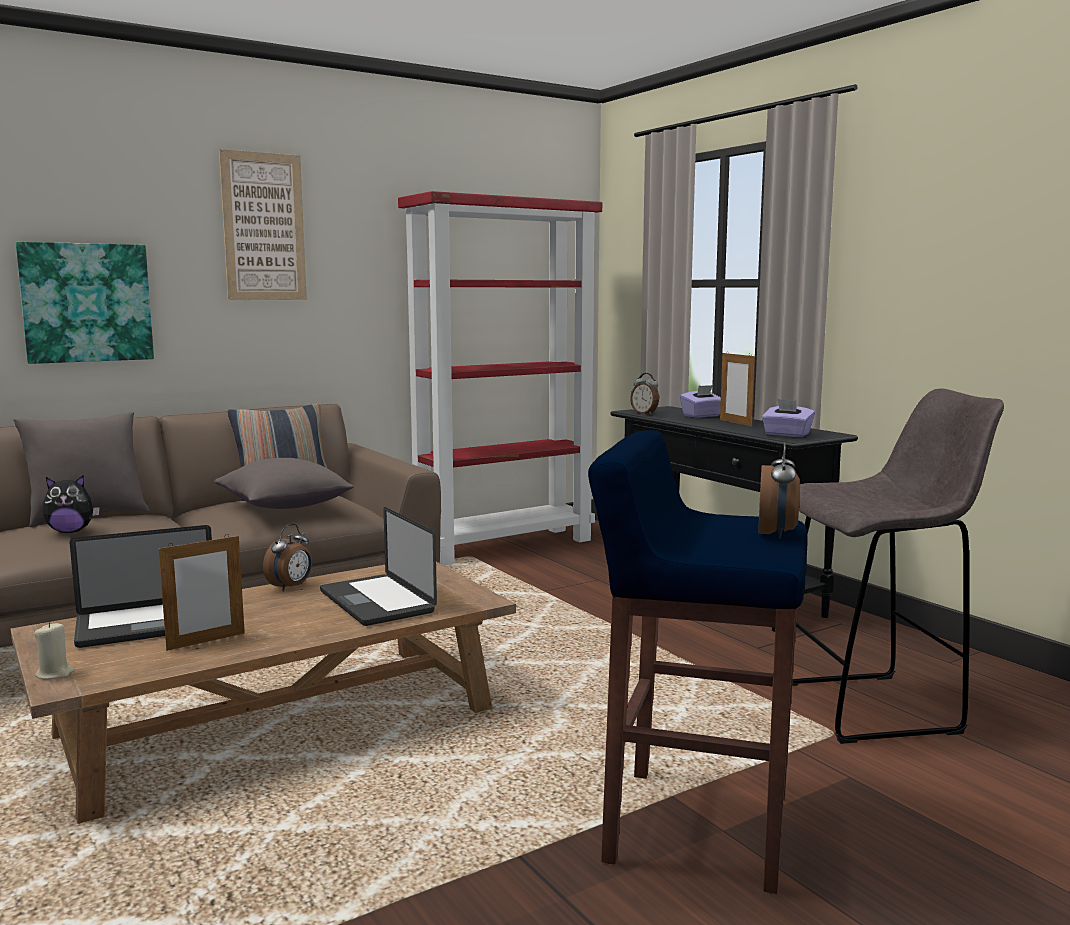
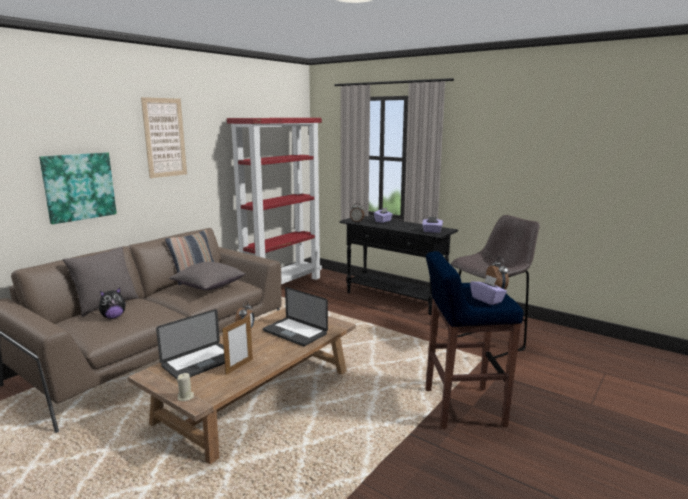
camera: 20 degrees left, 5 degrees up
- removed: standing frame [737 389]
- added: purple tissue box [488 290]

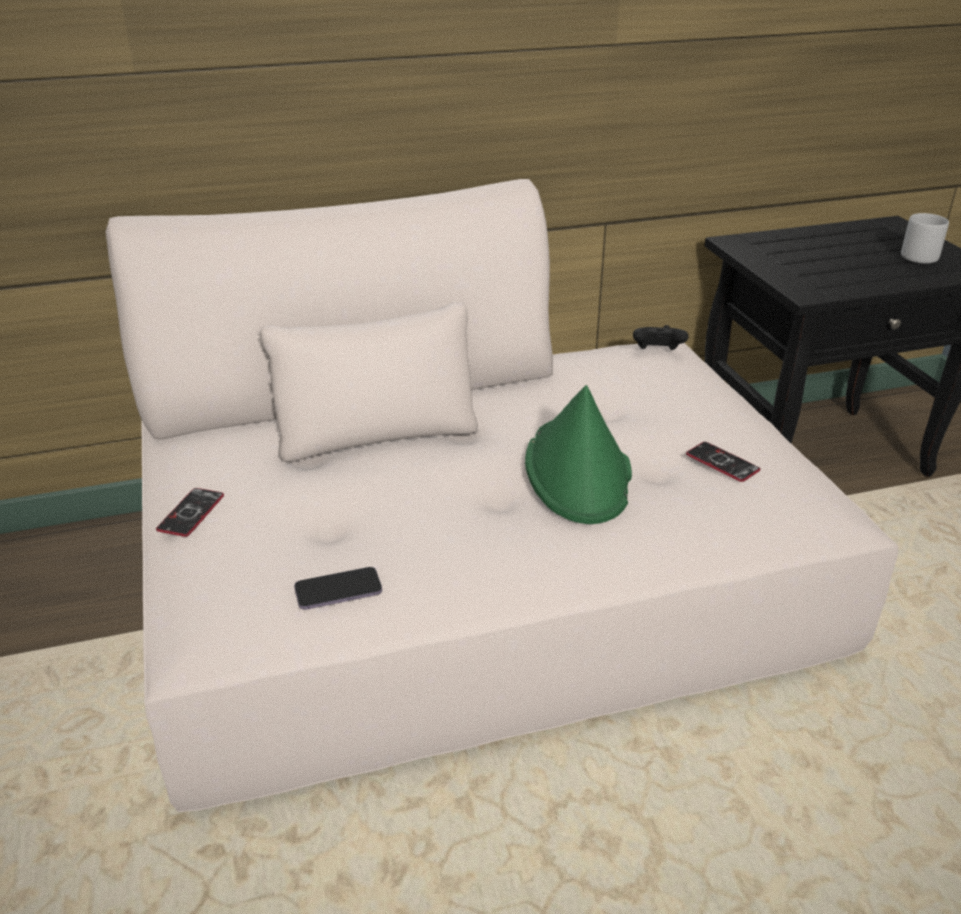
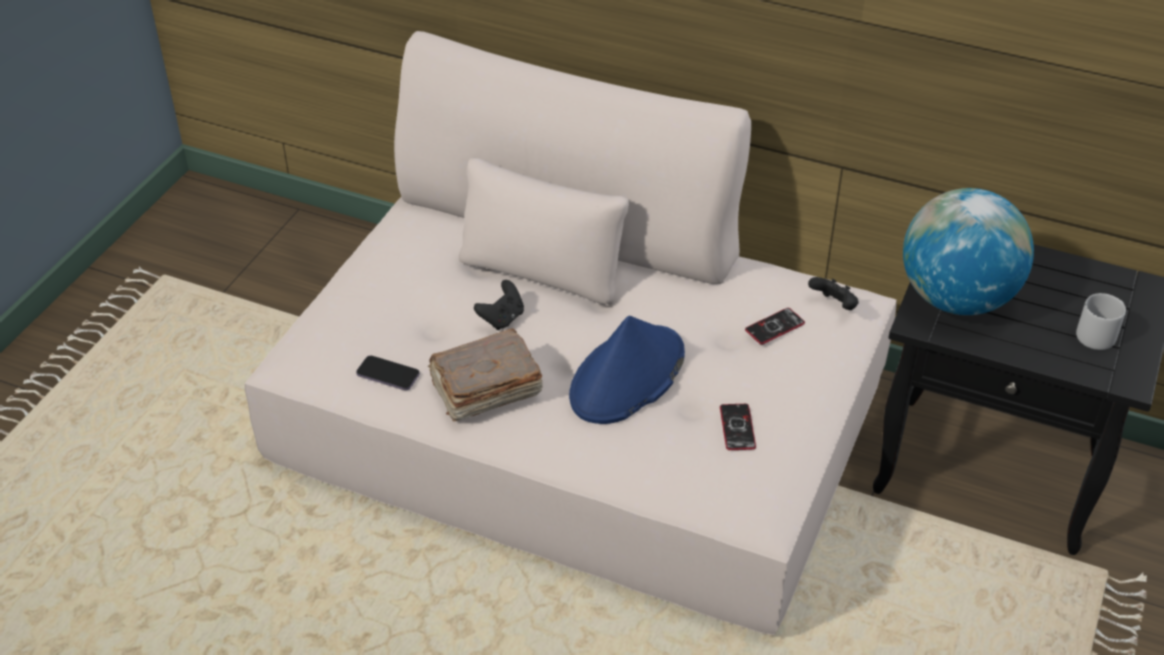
camera: 40 degrees right, 10 degrees up
- moved: telephone [190 512] to [775 326]
- recoloured: green-coloured clothing hat [578 454] to blue-coloured clothing hat [627 369]
- added: brownish volume [485 375]
- added: black-coloured game controller [499 305]
- added: globe [968 251]

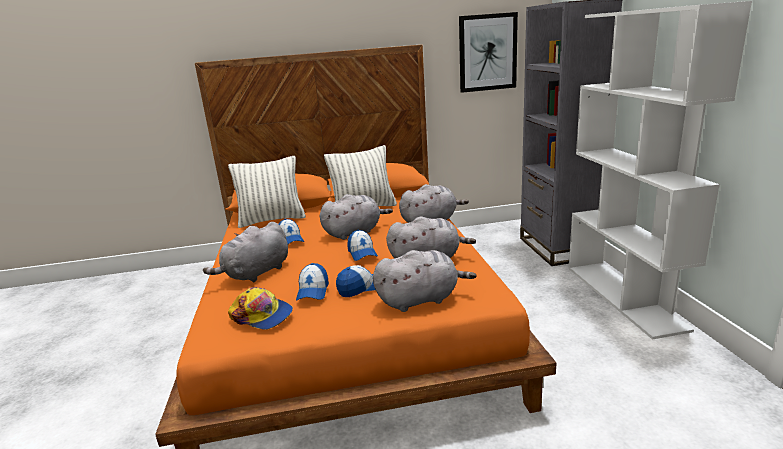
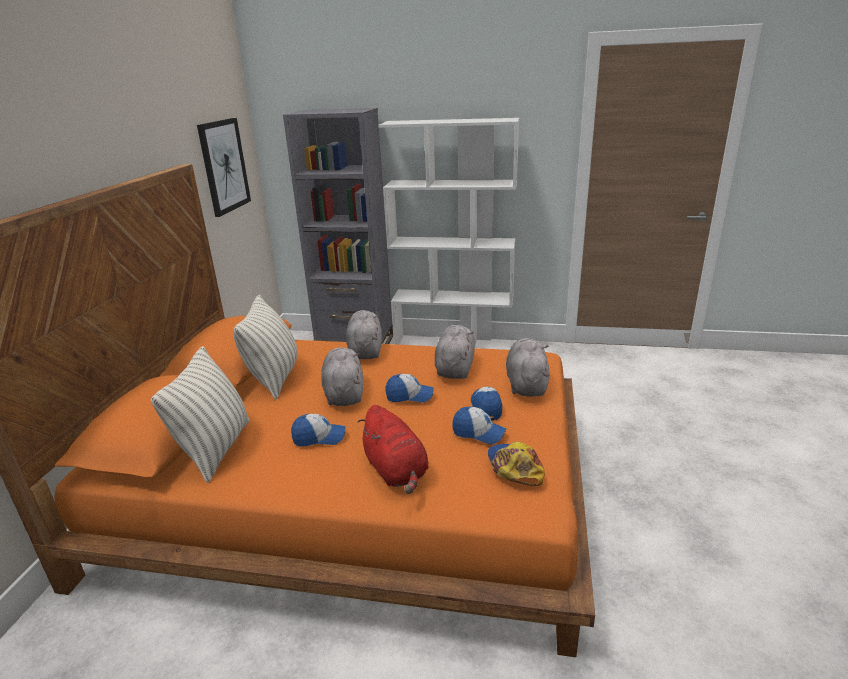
camera: 70 degrees left, 5 degrees up
- recoloured: greyish cuddly toy [245 252] to red cuddly toy [393 449]
- turned: cap [260 308] = [516 464] 60 degrees counterclockwise

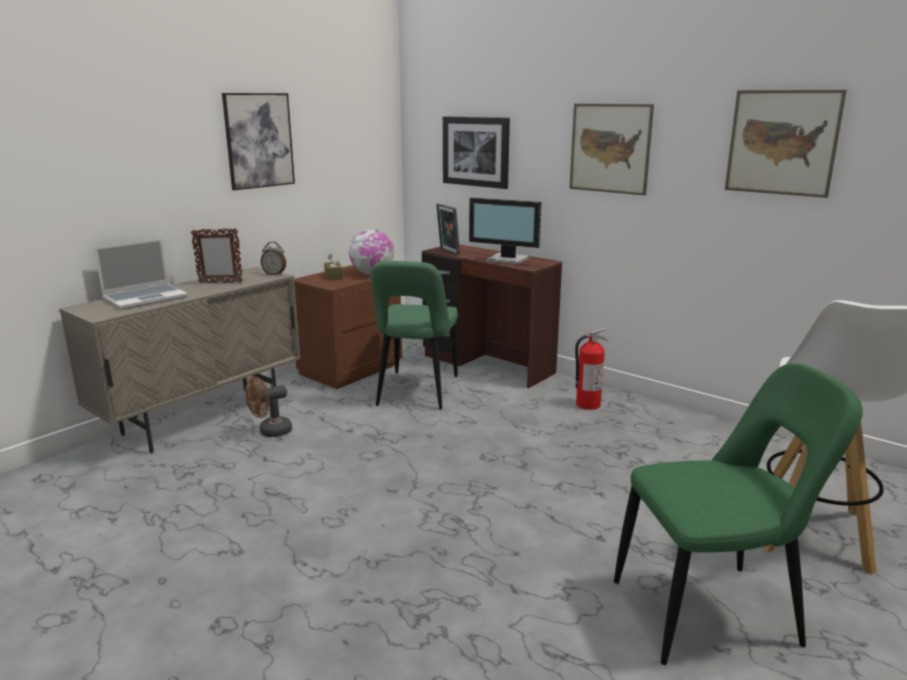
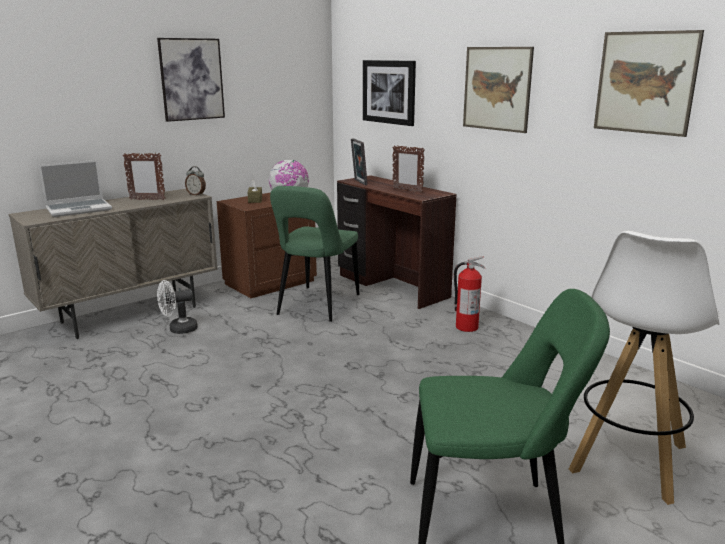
camera: 10 degrees right, 0 degrees up
- recoloured: brownish electric fan [268 406] to white electric fan [177 307]
- replaced: computer screen [505 231] to standing frame [408 169]

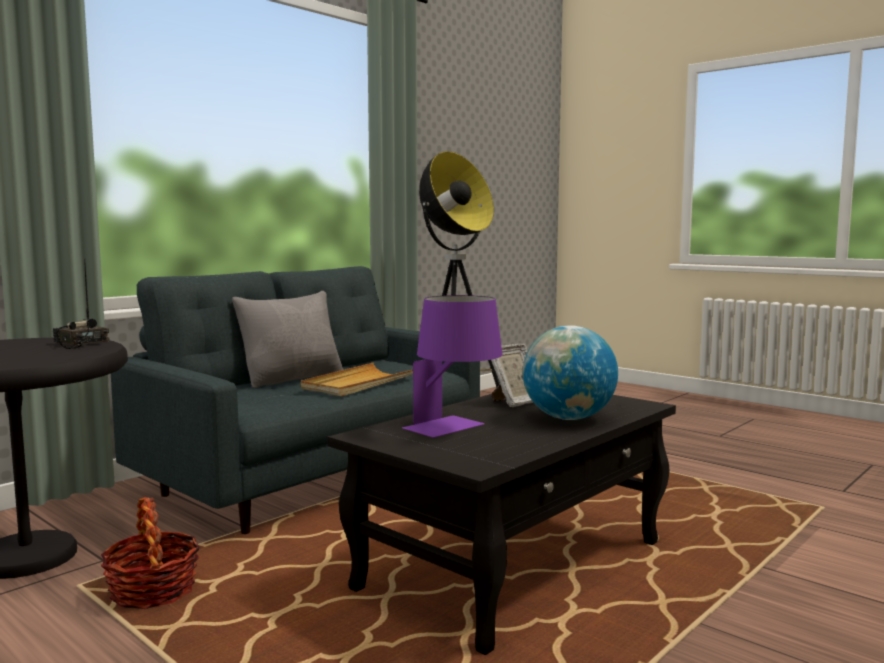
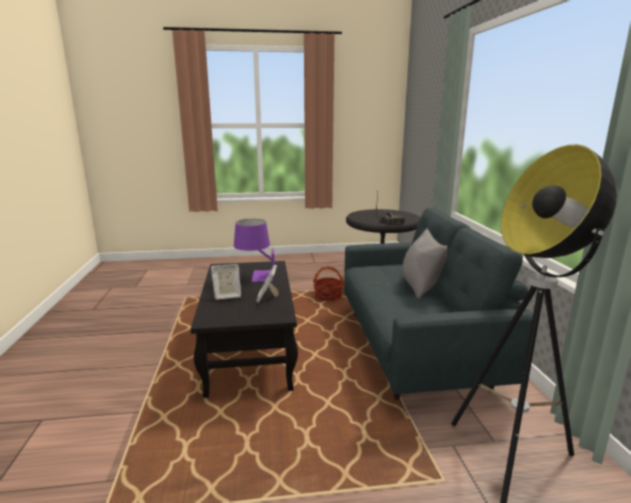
camera: 130 degrees right, 10 degrees up
- removed: beige serving tray [357 379]
- replaced: globe [570 372] to standing frame [226 282]

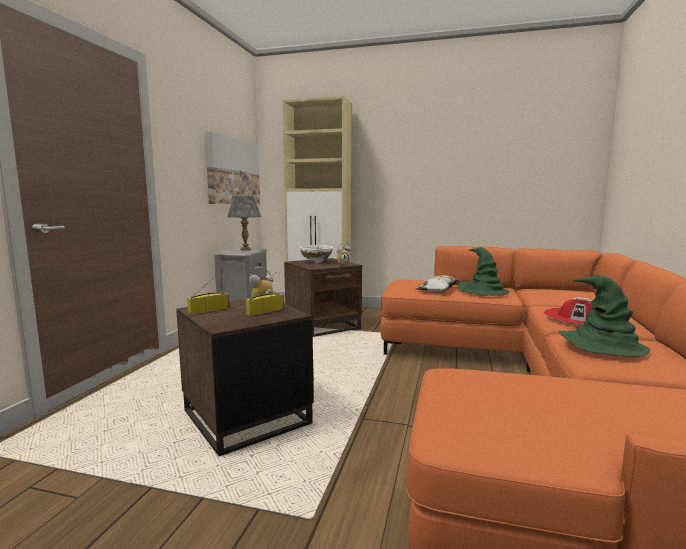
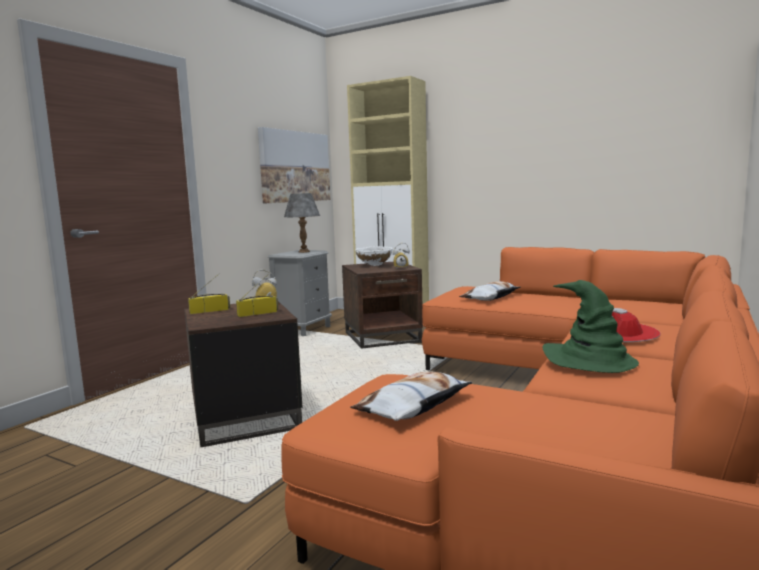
camera: 15 degrees right, 0 degrees up
- removed: green-coloured clothing hat [484 271]
- added: pillow [411 396]

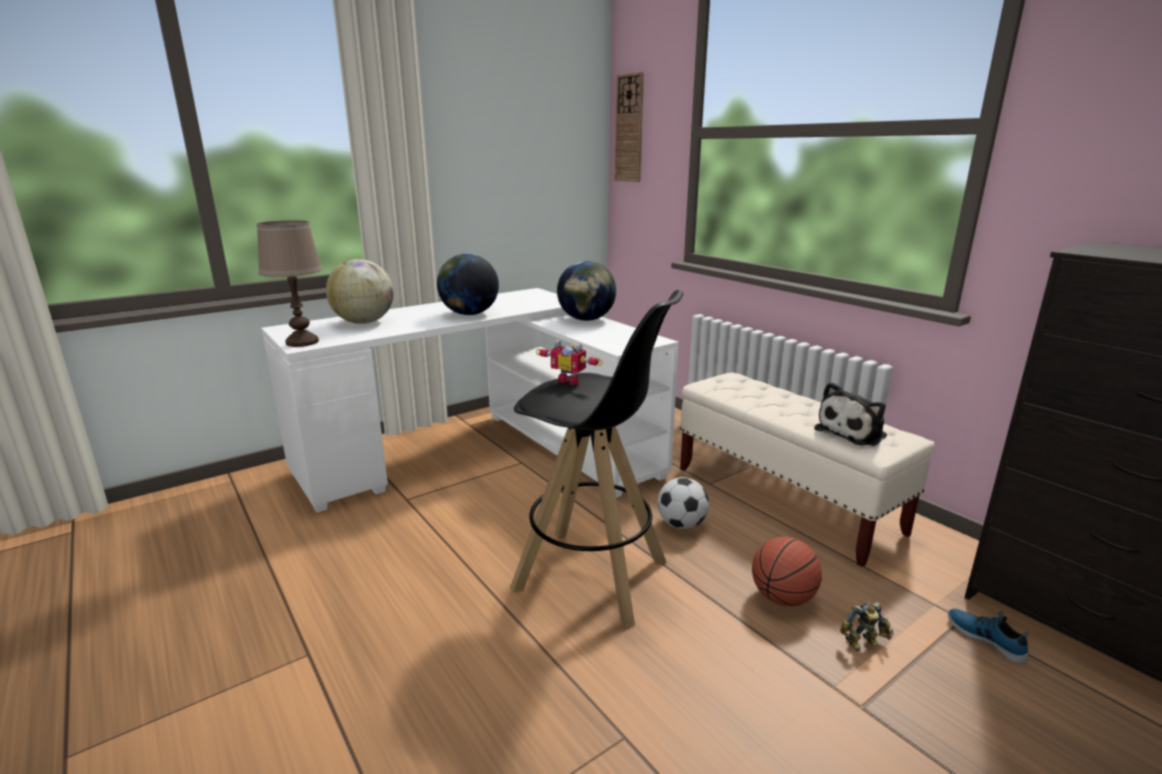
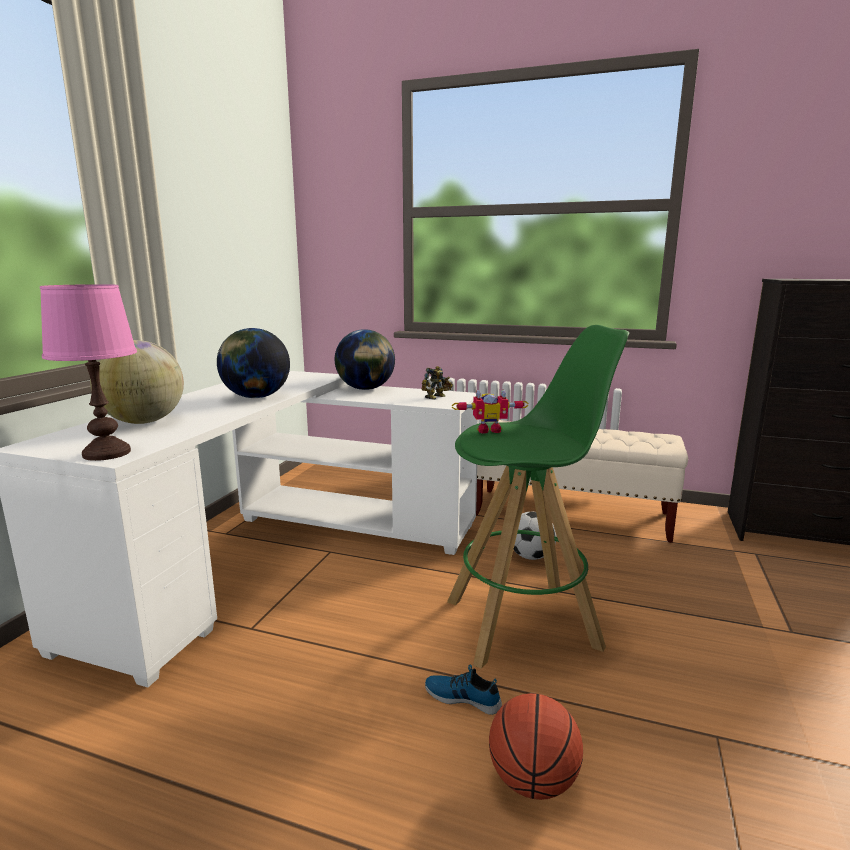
camera: 35 degrees left, 5 degrees down
- recoloured: brownish lamp for a table [289 283] to pinkish lamp for a table [88 372]
- recoloured: black-coloured stool seat [597 459] to green-coloured stool seat [538 497]
- removed: wall clock [629 127]
- moved: basketball [787 571] to [536 746]
- removed: cuddly toy [850 414]
- moved: model robot [867 626] to [437 383]
- moved: shoe [988 636] to [463 690]

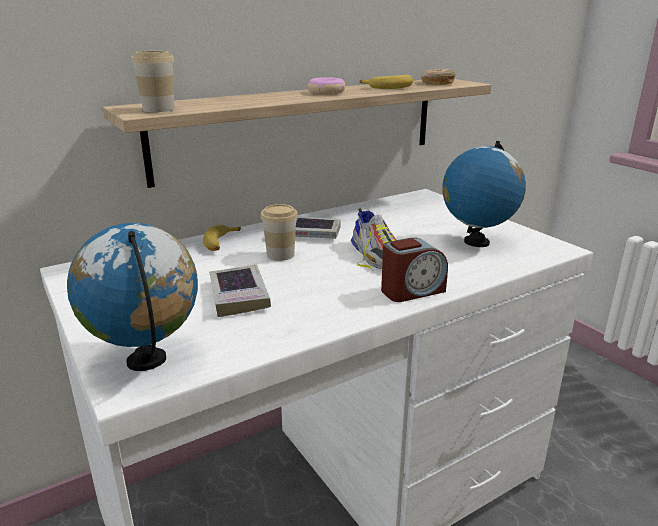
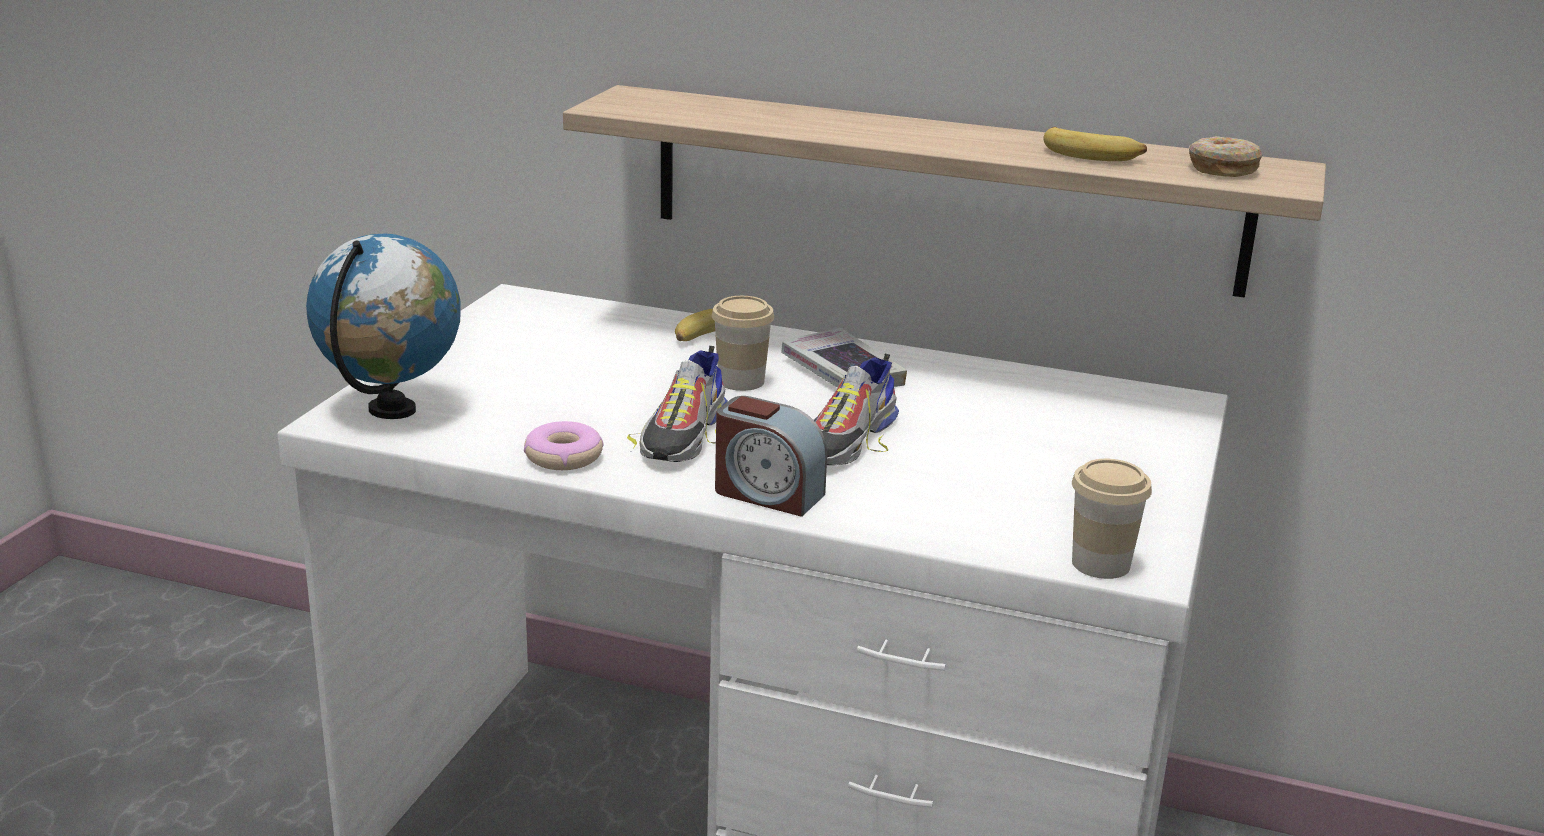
camera: 50 degrees right, 0 degrees up
- moved: cup [152 81] to [1112 519]
- removed: volume [240 291]
- moved: donut [326 85] to [564 445]
- removed: globe [484 194]
- added: shoe [677 404]

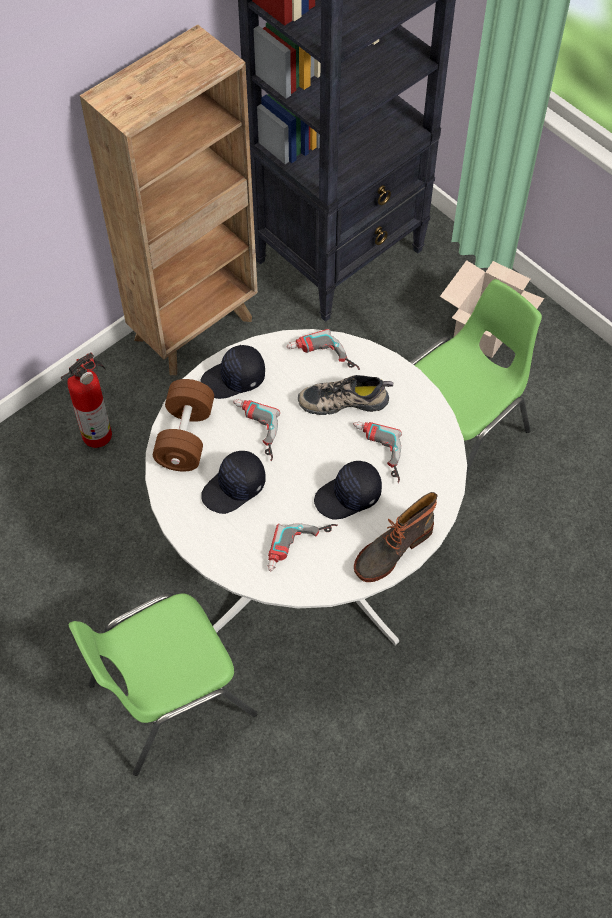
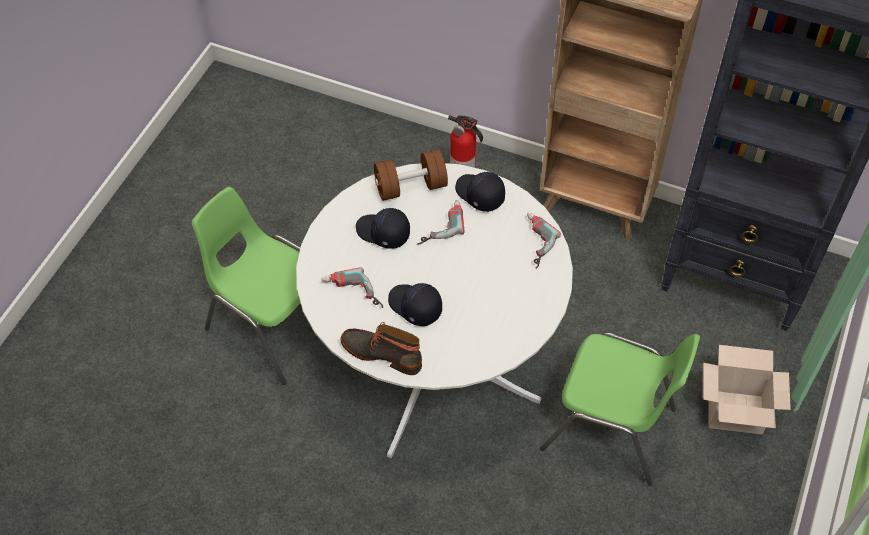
camera: 65 degrees right, 5 degrees down
- removed: shoe [346 395]
- removed: electric drill [377 452]

